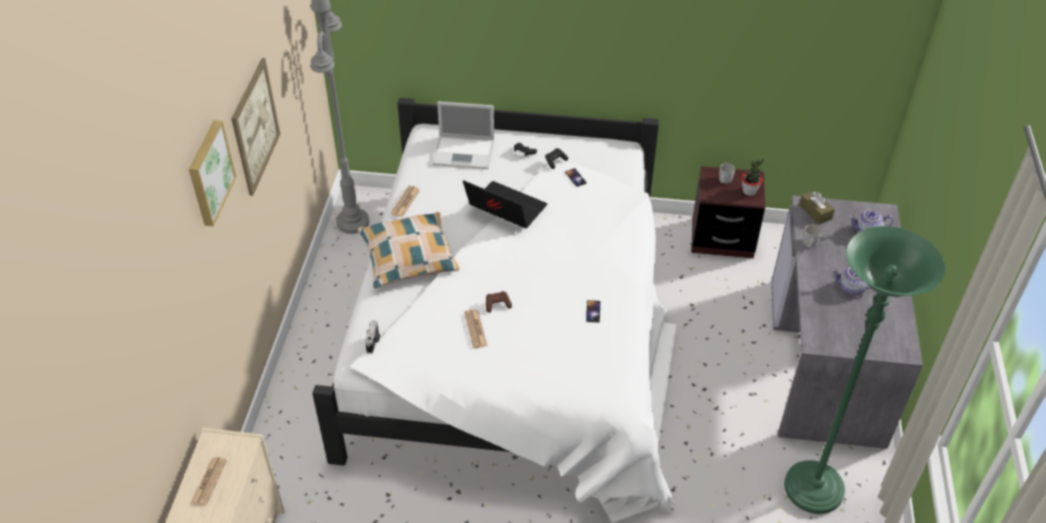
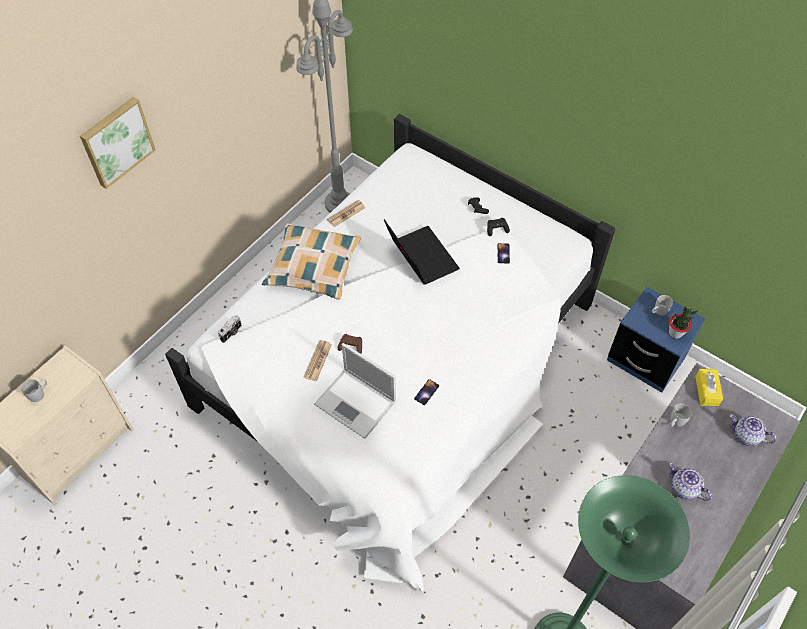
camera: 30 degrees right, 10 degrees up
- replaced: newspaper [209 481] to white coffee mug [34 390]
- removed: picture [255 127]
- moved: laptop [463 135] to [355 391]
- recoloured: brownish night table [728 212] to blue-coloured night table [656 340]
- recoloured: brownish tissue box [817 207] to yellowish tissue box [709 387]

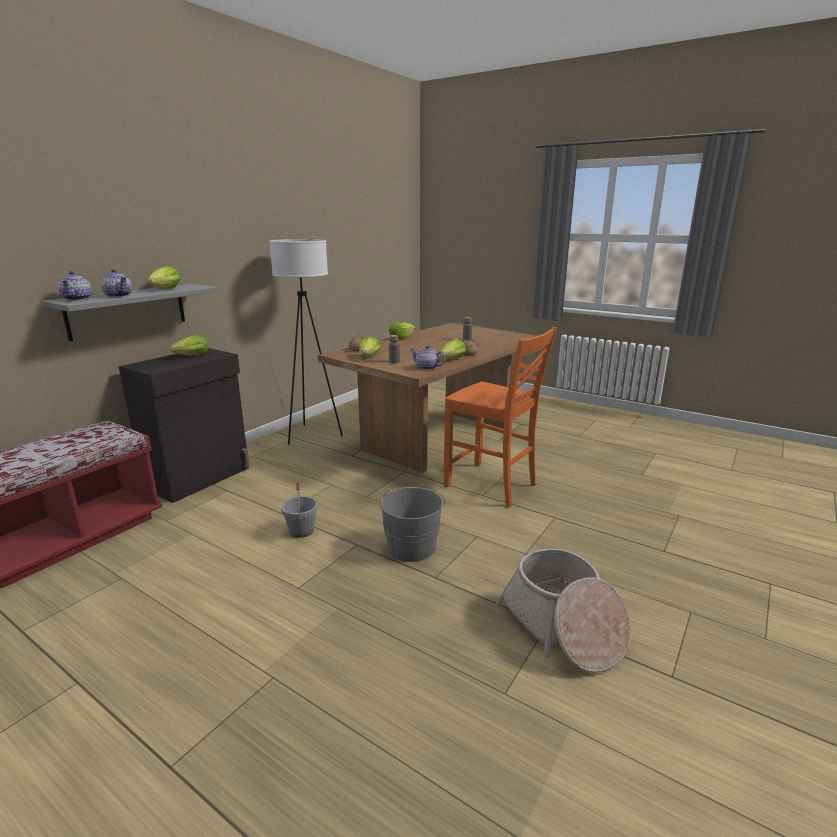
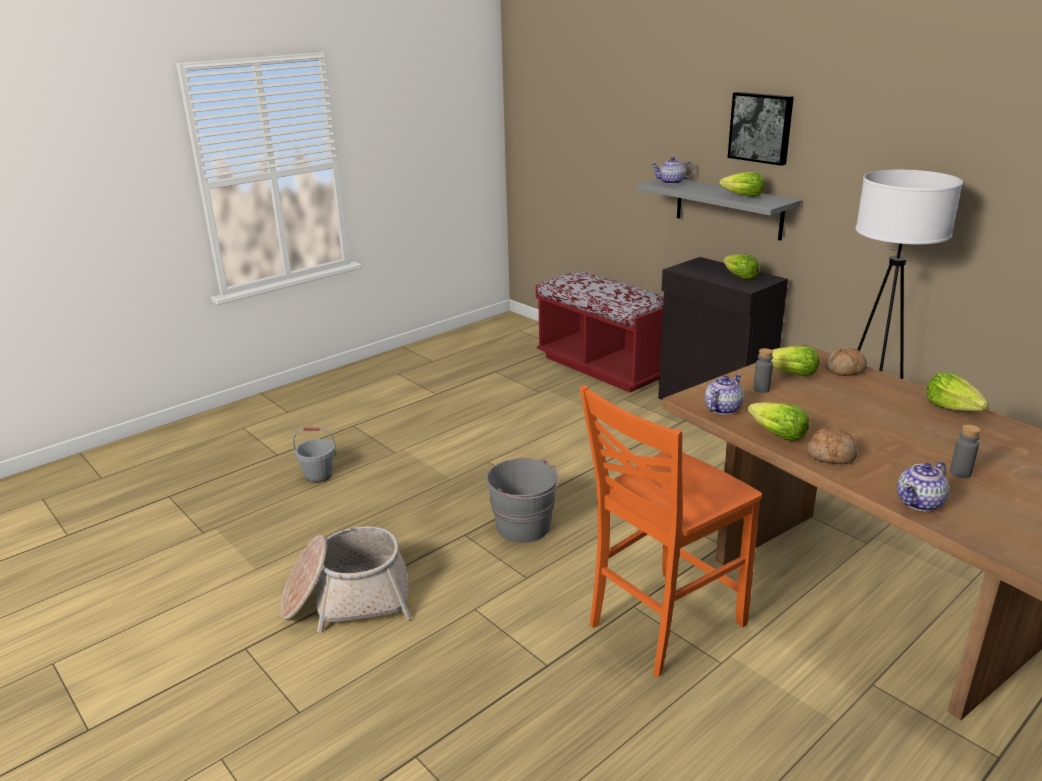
camera: 105 degrees right, 5 degrees up
- moved: pot for tea [116 283] to [923 486]
- moved: greyish bucket [299 510] to [315 455]
- added: picture [761 129]

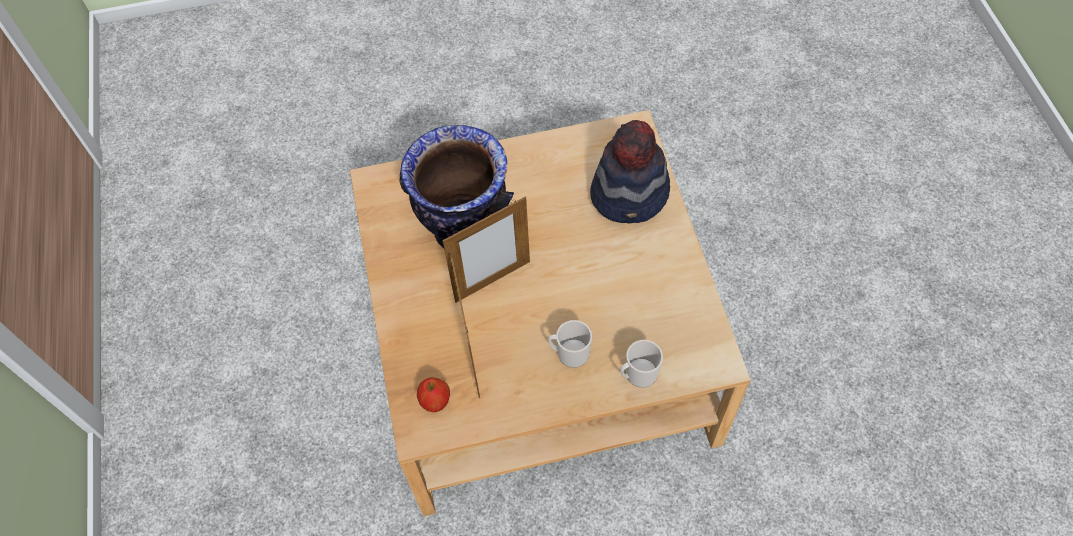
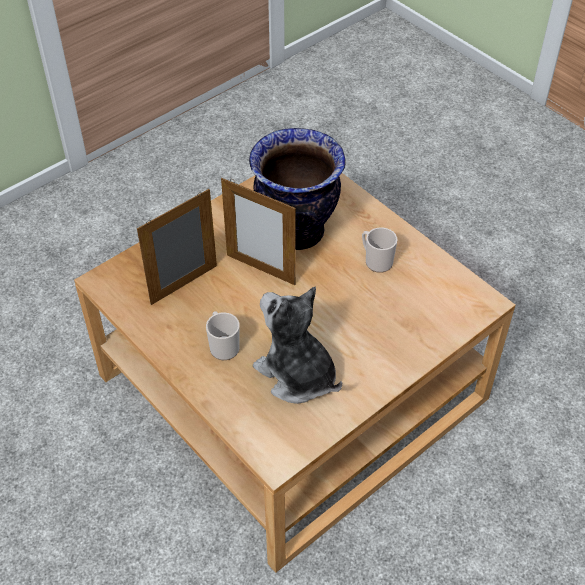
camera: 60 degrees right, 10 degrees down
- removed: apple [433 394]
- removed: clothing hat [630 172]
- moved: coffee mug [641 364] to [379 250]
- added: cuddly toy [297 345]

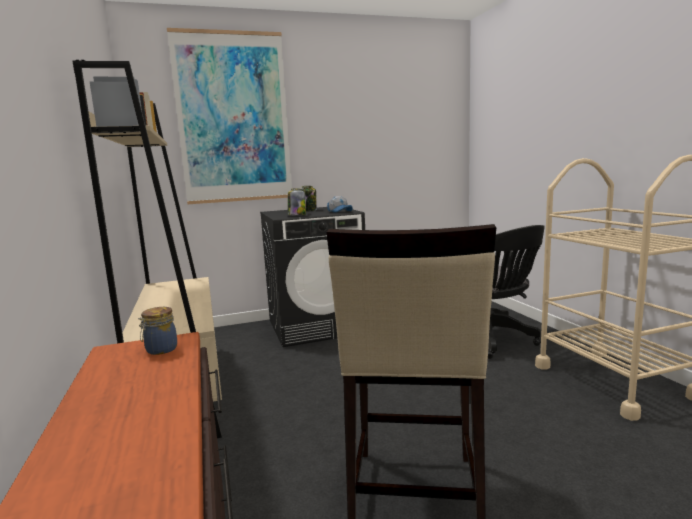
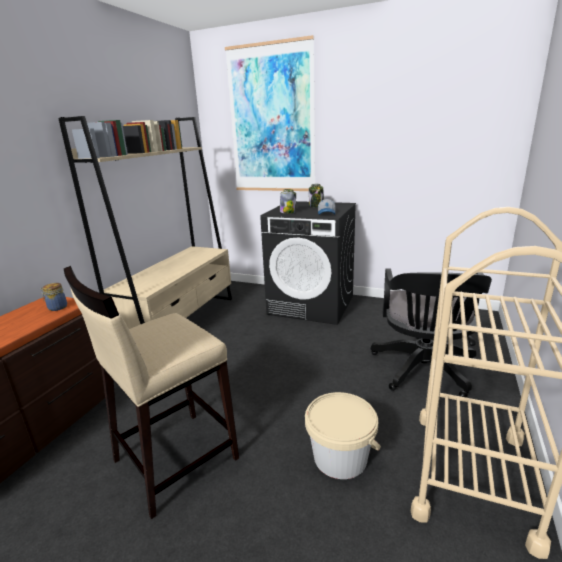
camera: 40 degrees right, 10 degrees up
- added: beige bucket [343 435]

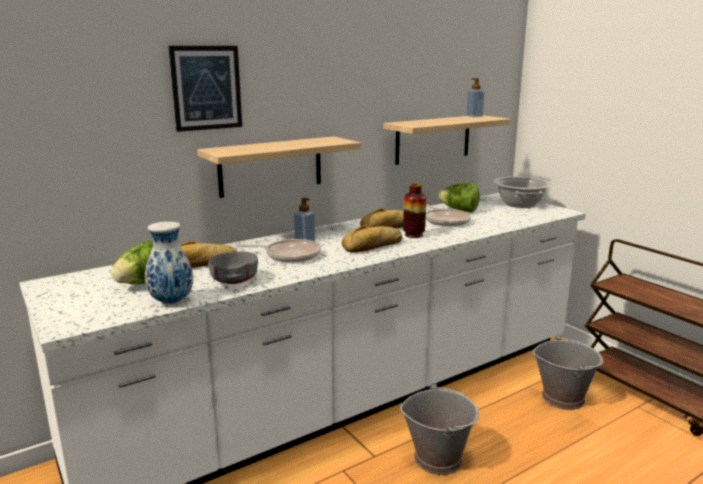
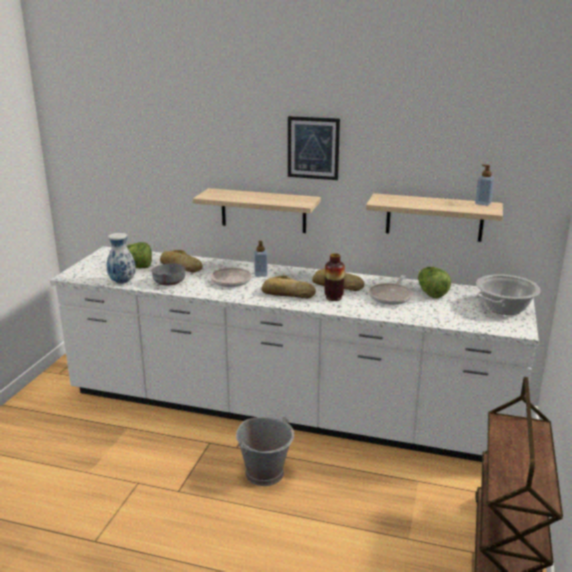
camera: 50 degrees right, 5 degrees up
- moved: picture [205 89] to [314 148]
- removed: greyish bucket [568 372]

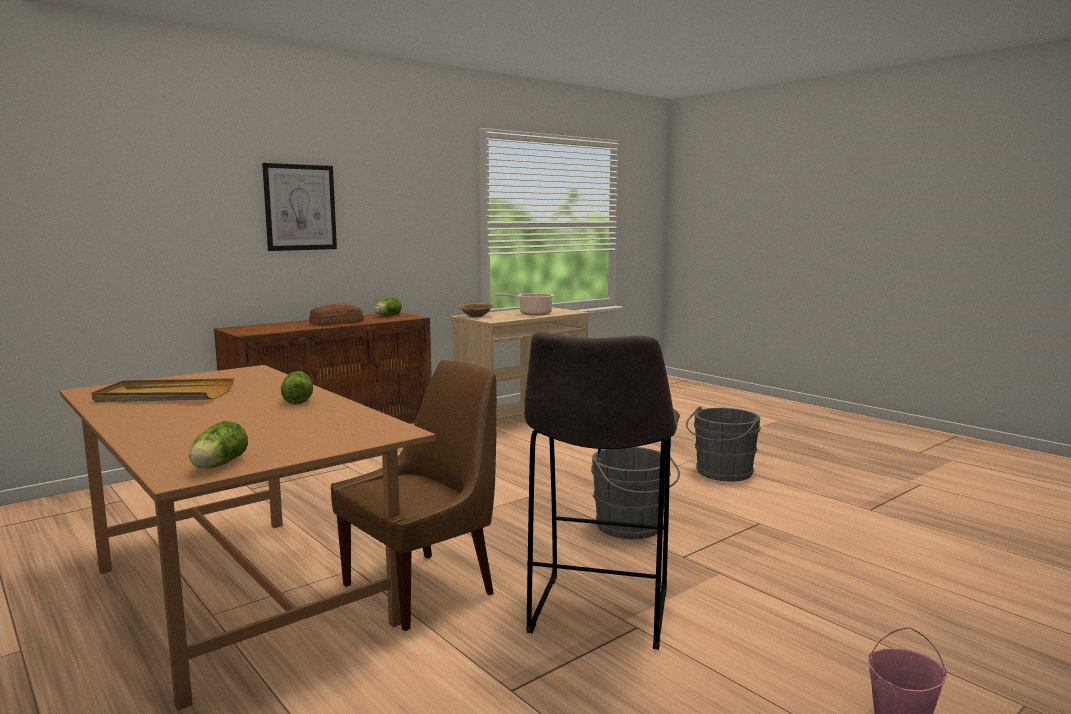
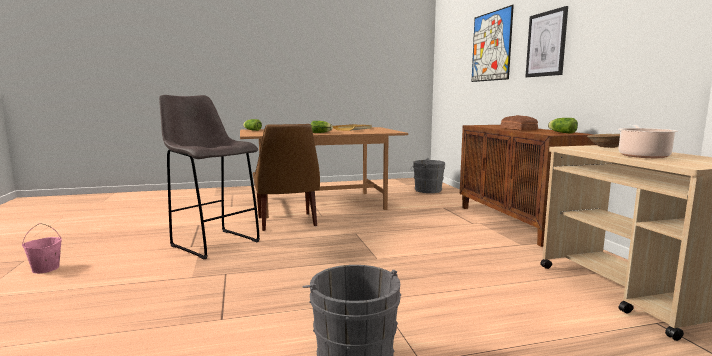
camera: 115 degrees right, 0 degrees up
- moved: greyish bucket [635 493] to [427 175]
- added: picture [493 43]

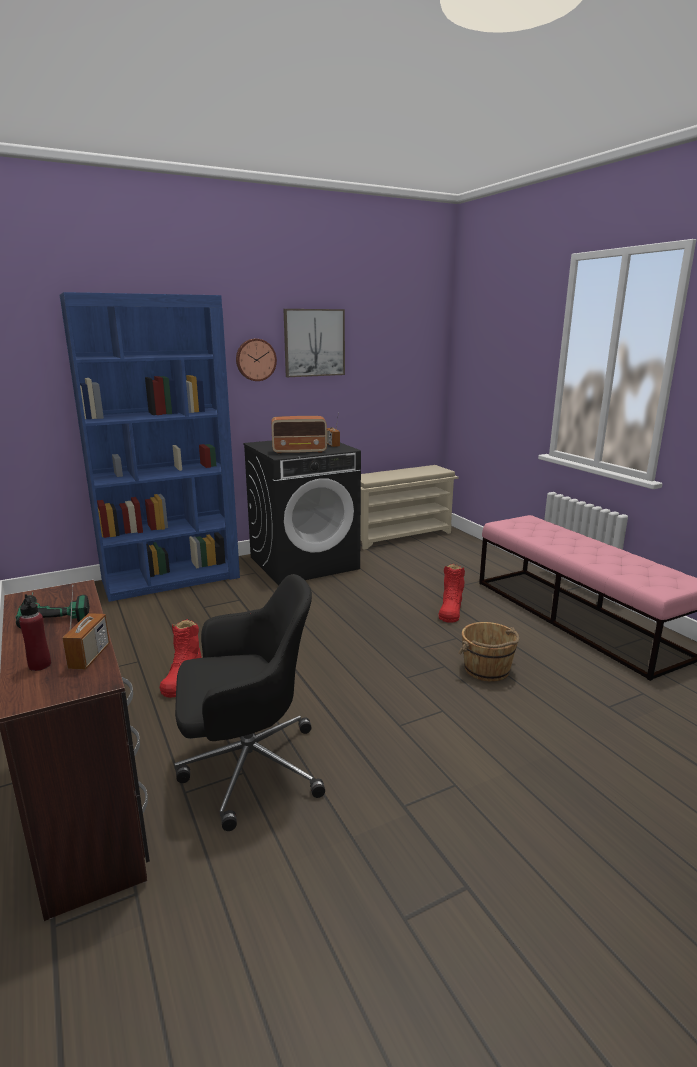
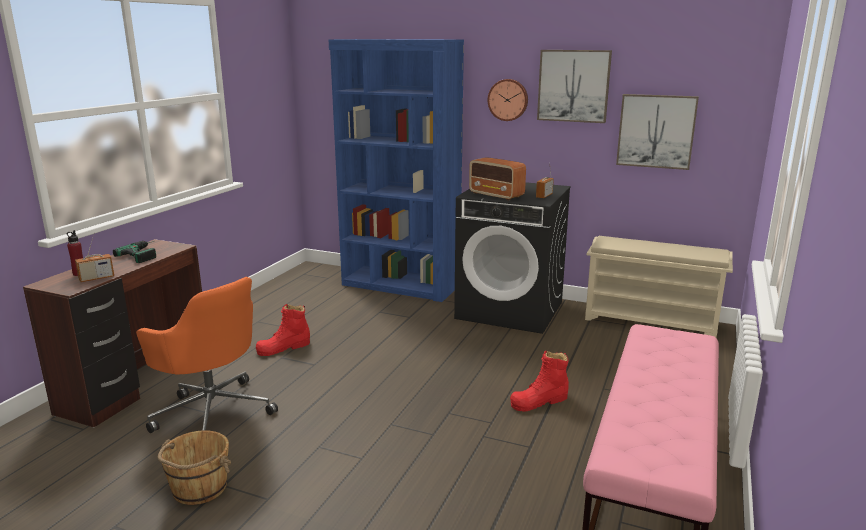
camera: 50 degrees right, 0 degrees up
- recoloured: black-coloured office chair [249 702] to orangey office chair [207 355]
- moved: brownish bucket [488 652] to [194 467]
- added: picture [657 132]

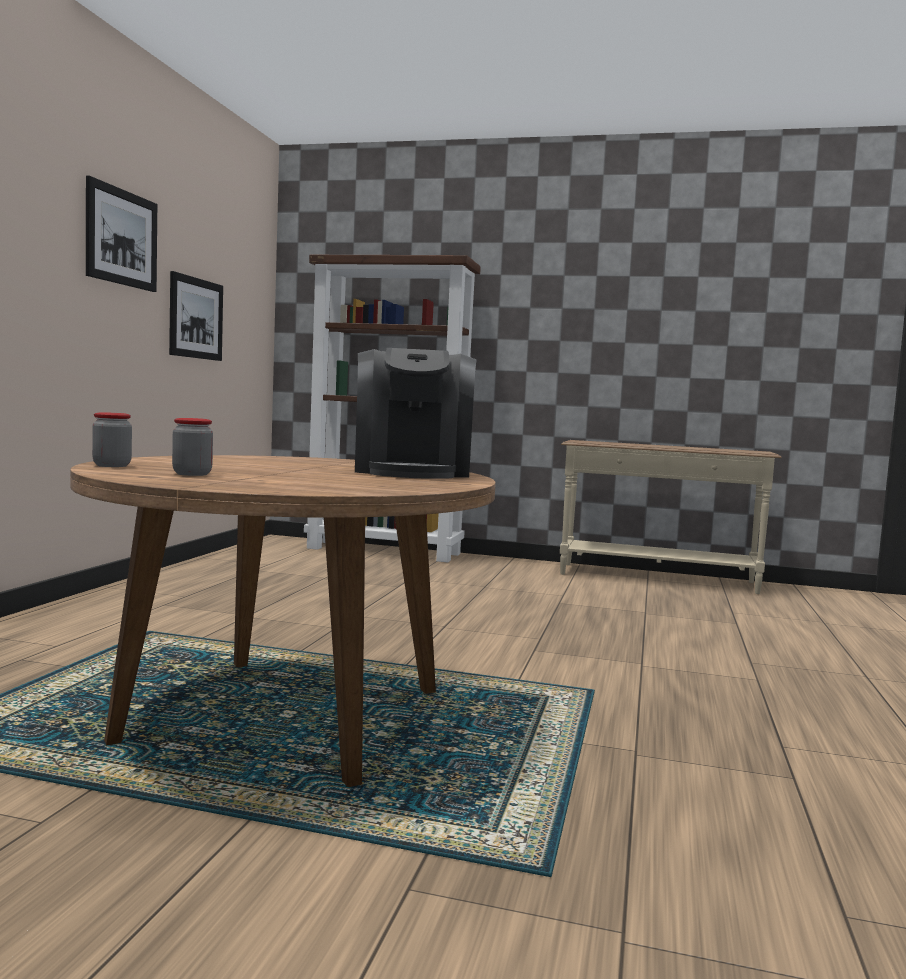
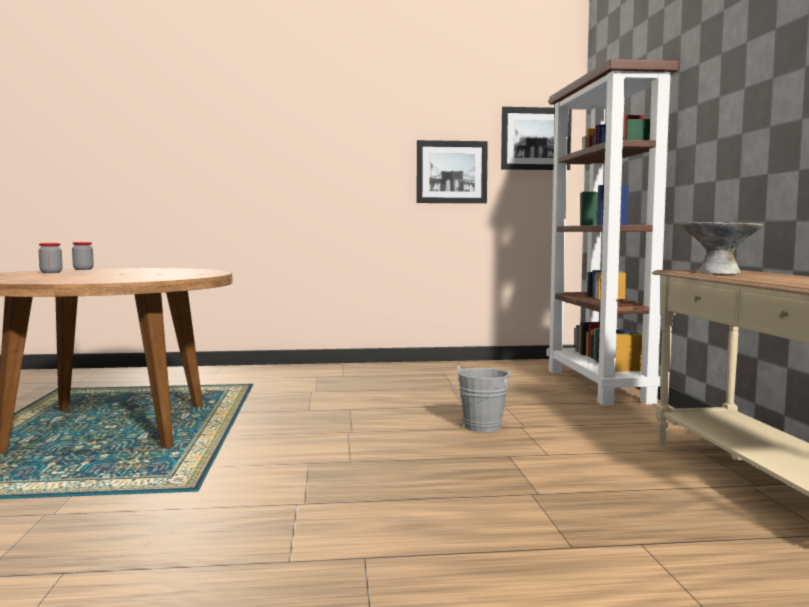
camera: 70 degrees right, 0 degrees up
- moved: picture [121 234] to [536 138]
- removed: coffee brewer [416 413]
- added: greyish bucket [482 398]
- added: greyish deep dish [722 248]

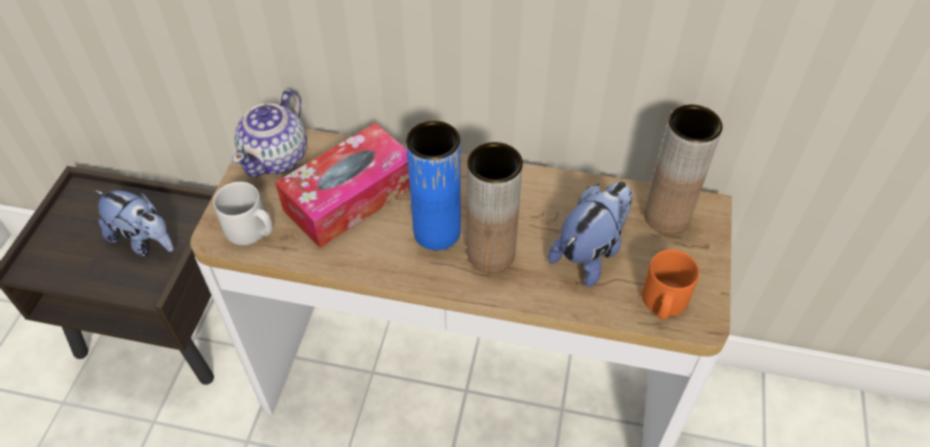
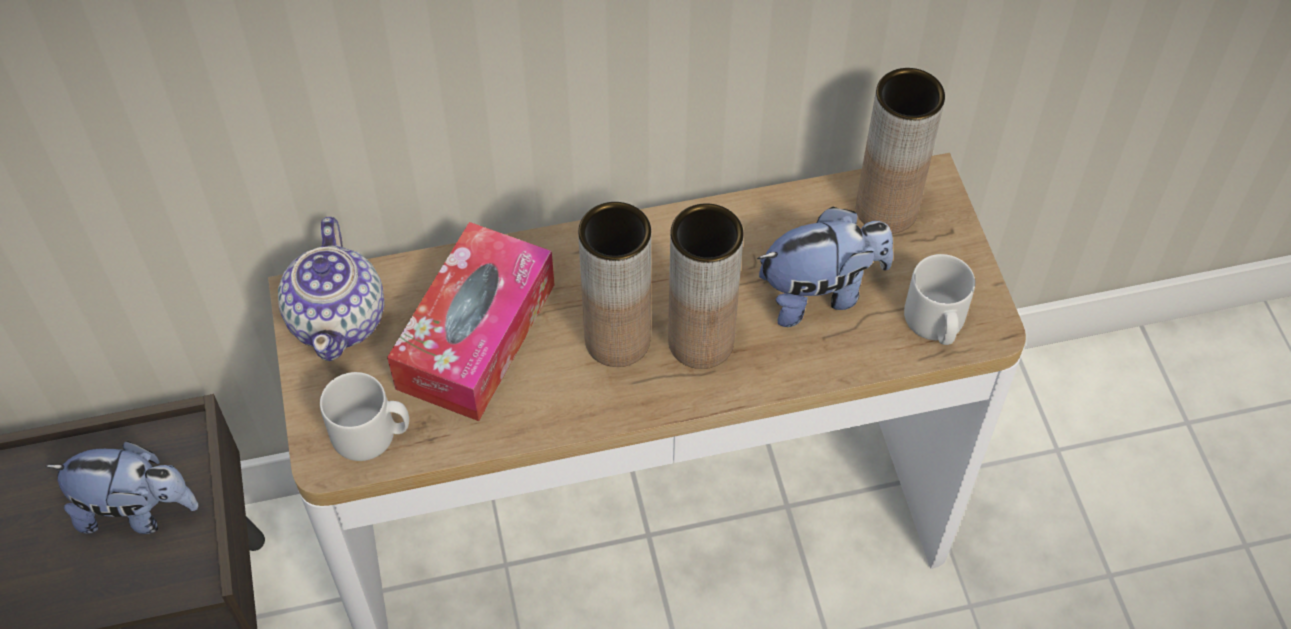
camera: 25 degrees left, 5 degrees up
- recoloured: blue-coloured decorative vase [433 185] to brownish decorative vase [614 284]
- turned: cuddly toy [590 234] = [825 267] 60 degrees clockwise
- recoloured: orangey coffee mug [670 285] to greyish coffee mug [939 299]

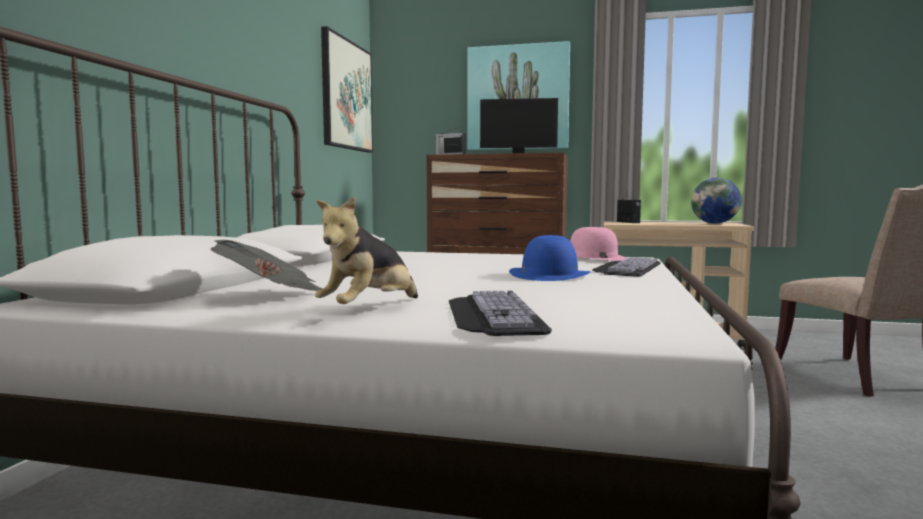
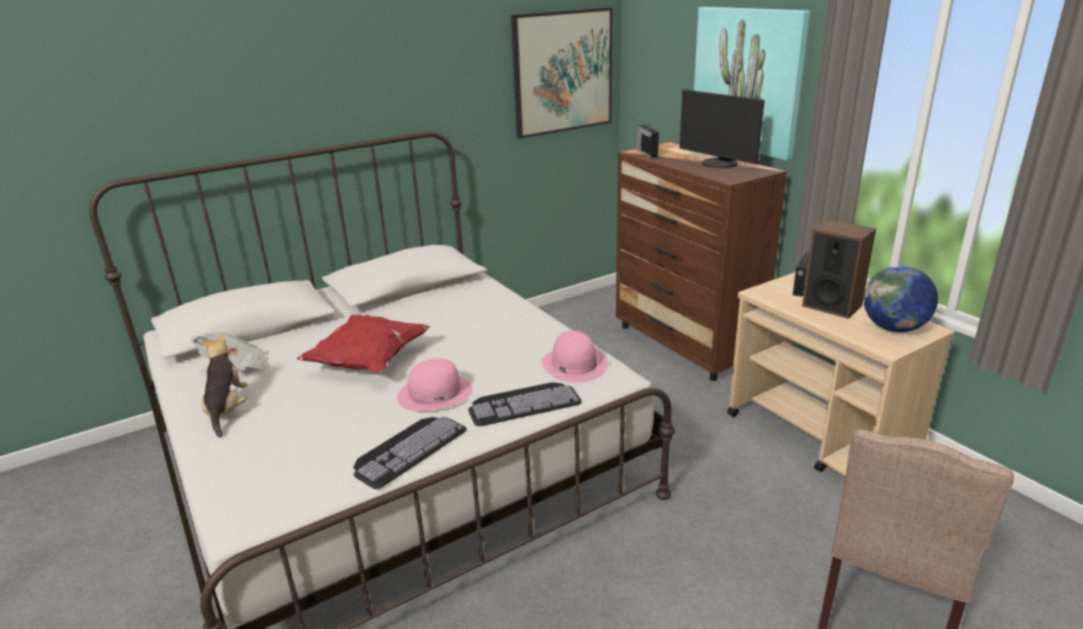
camera: 45 degrees right, 20 degrees up
- turned: cuddly toy [366 250] = [224 386] 90 degrees clockwise
- moved: computer keyboard [500 313] to [410 452]
- recoloured: blue-coloured clothing hat [550 258] to pinkish clothing hat [435 385]
- added: red pillow [363 344]
- added: speaker [839 269]

